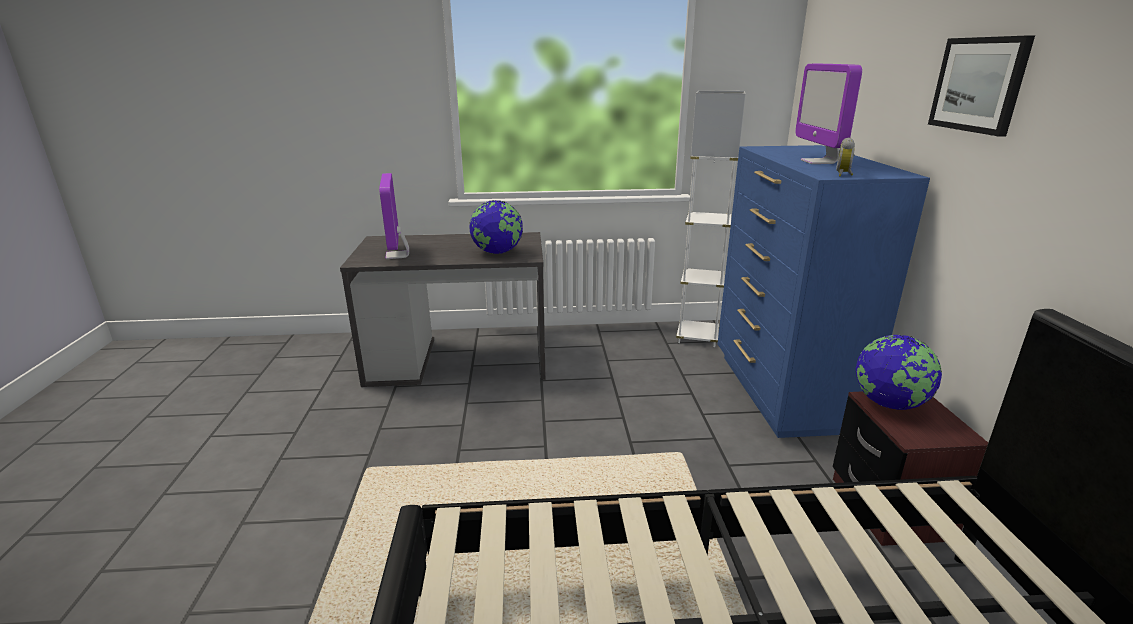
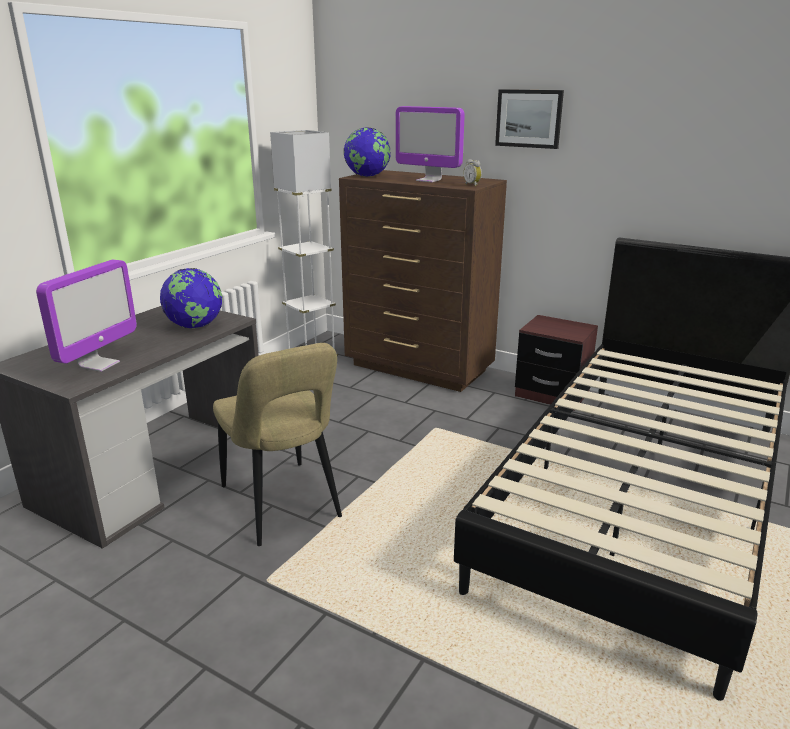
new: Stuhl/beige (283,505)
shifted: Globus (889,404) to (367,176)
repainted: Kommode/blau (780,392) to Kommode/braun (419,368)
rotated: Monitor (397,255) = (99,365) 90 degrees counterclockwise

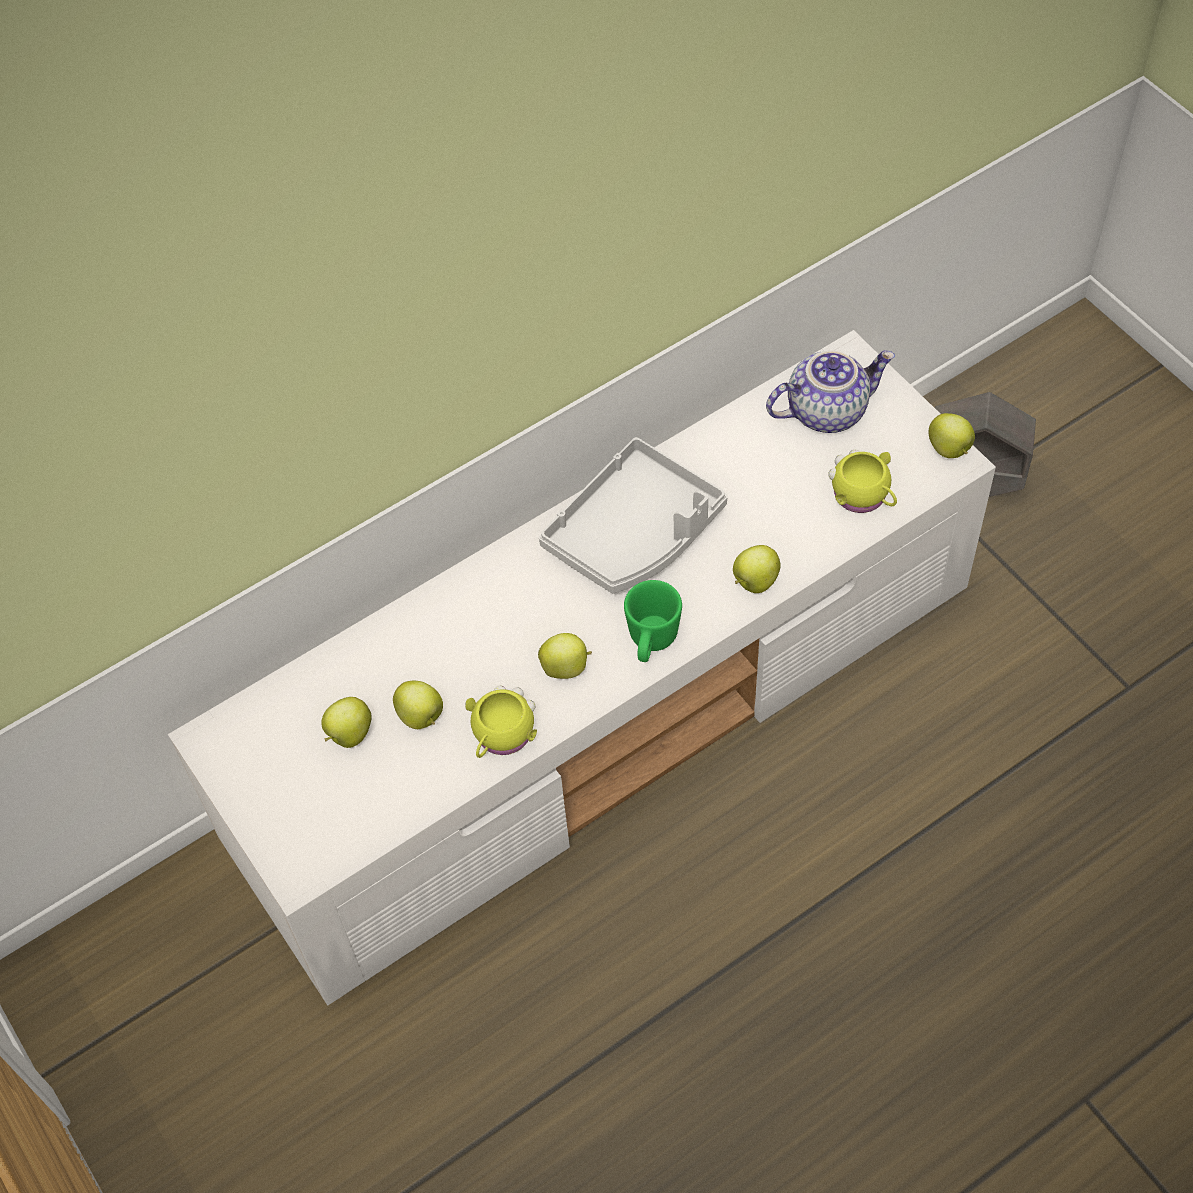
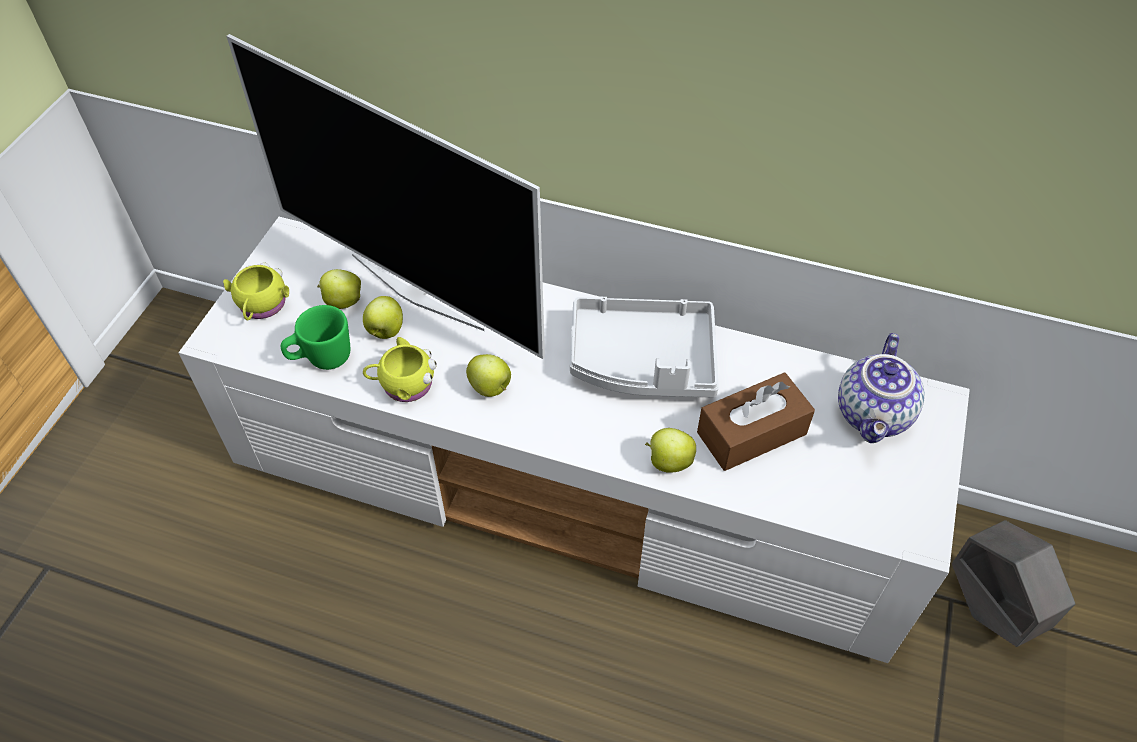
gone: Apfel (950,450)
new: Fernseher (418,290); Taschentuchbox/braun (751,433)
shifted: Henkelbecher/gelb (863,496) to (261,307); Henkelbecher/grün (651,642) to (321,359)
rotated: Teekanne (826,409) = (875,415) 75 degrees clockwise

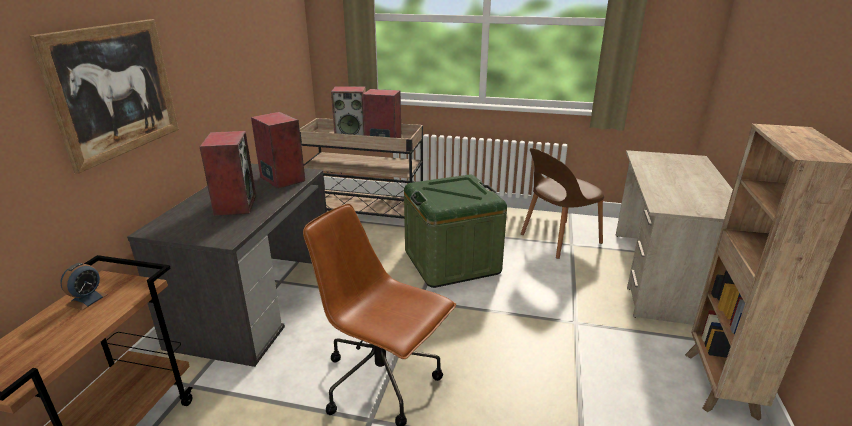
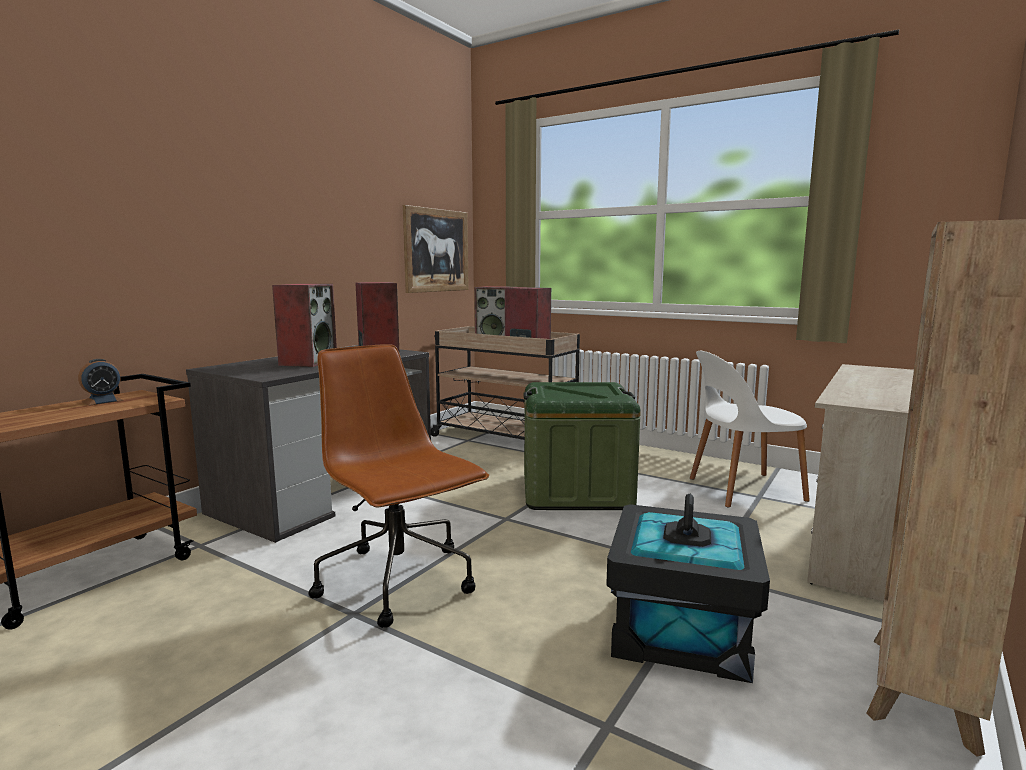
new: Aufbewahrungsbox/schwarz (682,631)
shifted: Bild (114,90) to (436,250)
repainted: Stuhl/braun (558,239) to Stuhl/weiß (742,489)

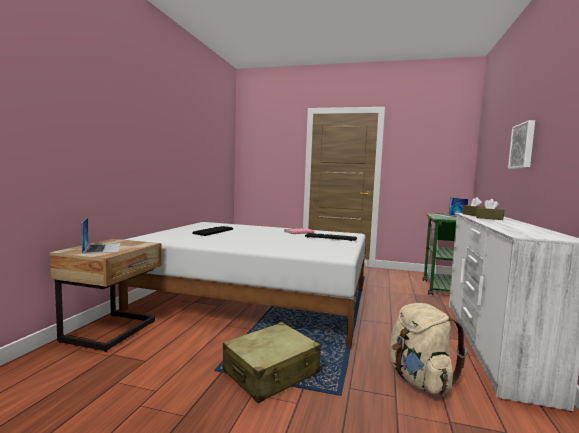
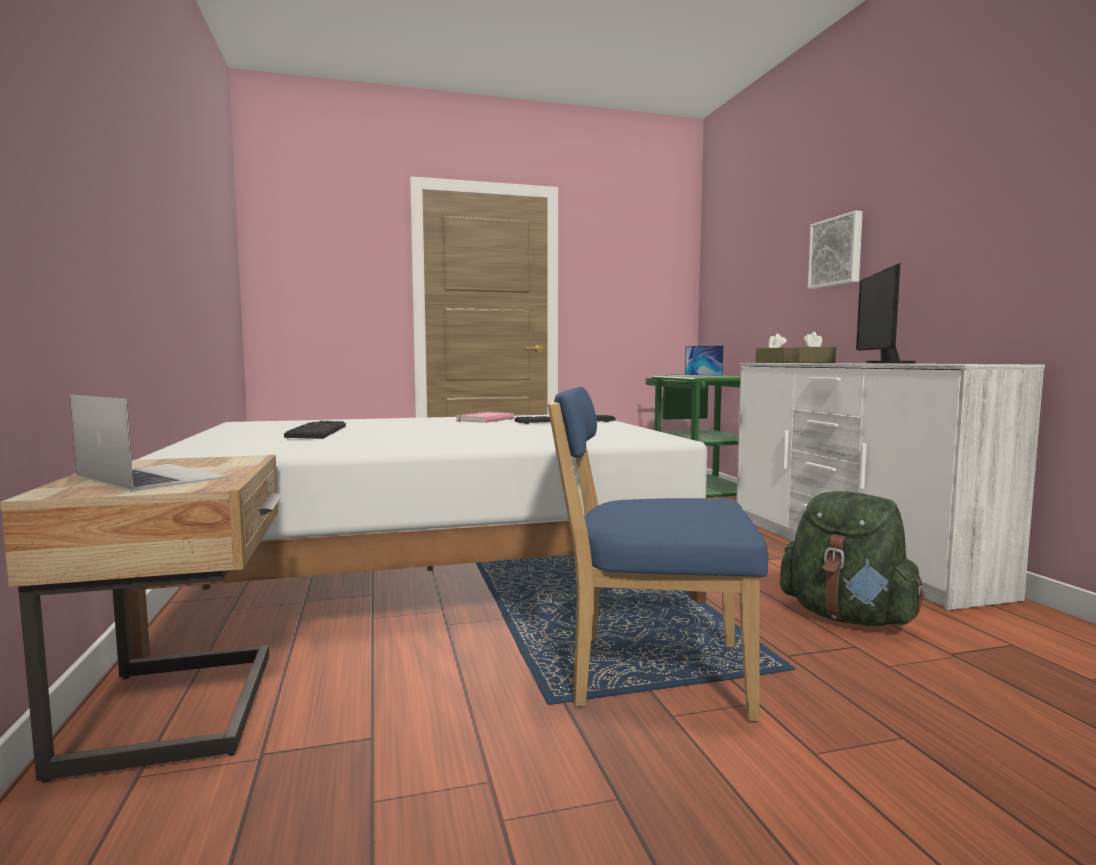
new: Monitor (884,363)
swapped: Koffer/beige (271,372) to Stuhl/blau (649,673)
repainted: Rucksack/beige (419,380) to Rucksack/grün (847,617)

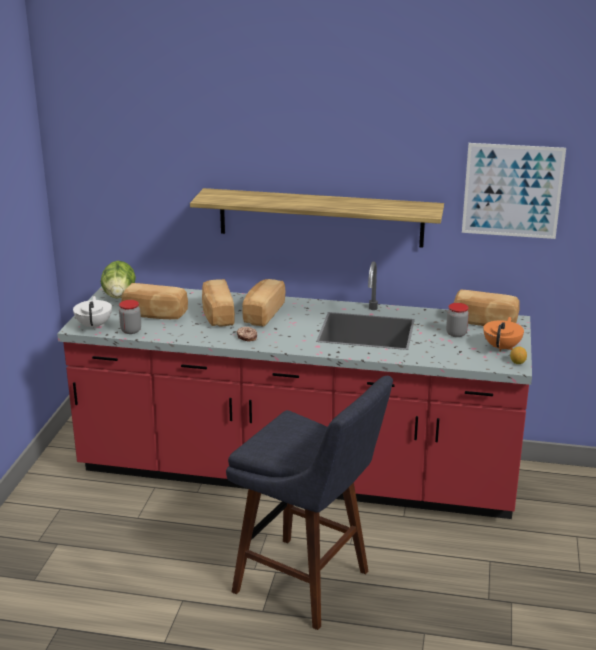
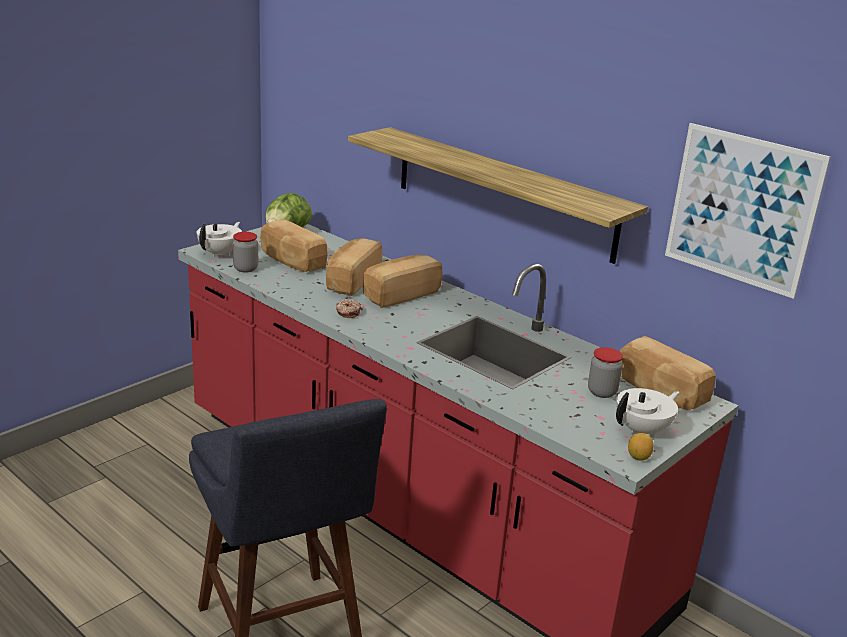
repainted: Teekanne/orange (502,347) to Teekanne/weiß (643,430)

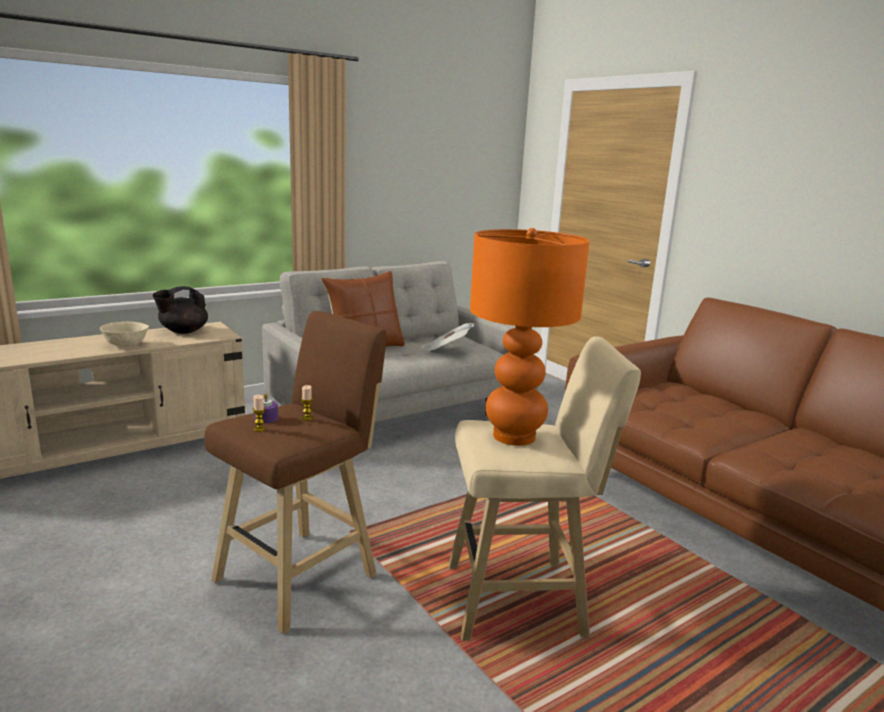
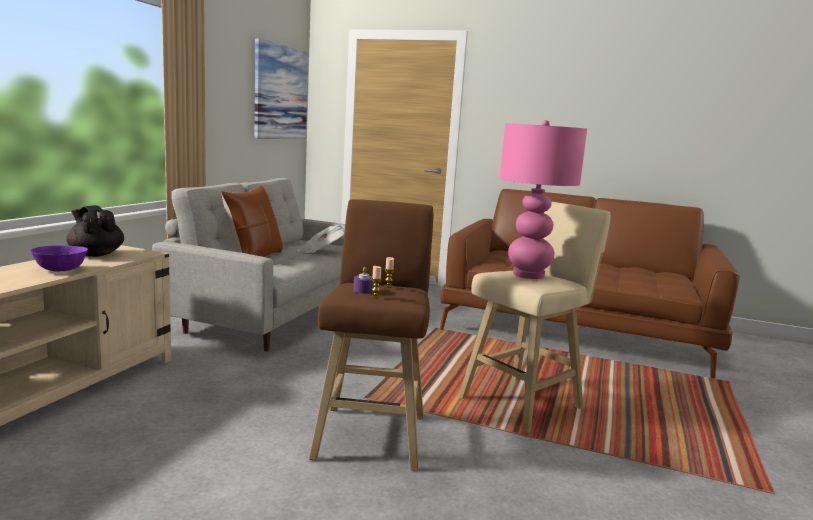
new: Bild (280,92)
repainted: Tischlampe/orange (514,436) to Tischlampe/rosa (528,275); Schüssel/beige (126,345) to Schüssel/lila (61,270)
rotated: Teekanne/schwarz (183,331) = (96,254) 120 degrees clockwise

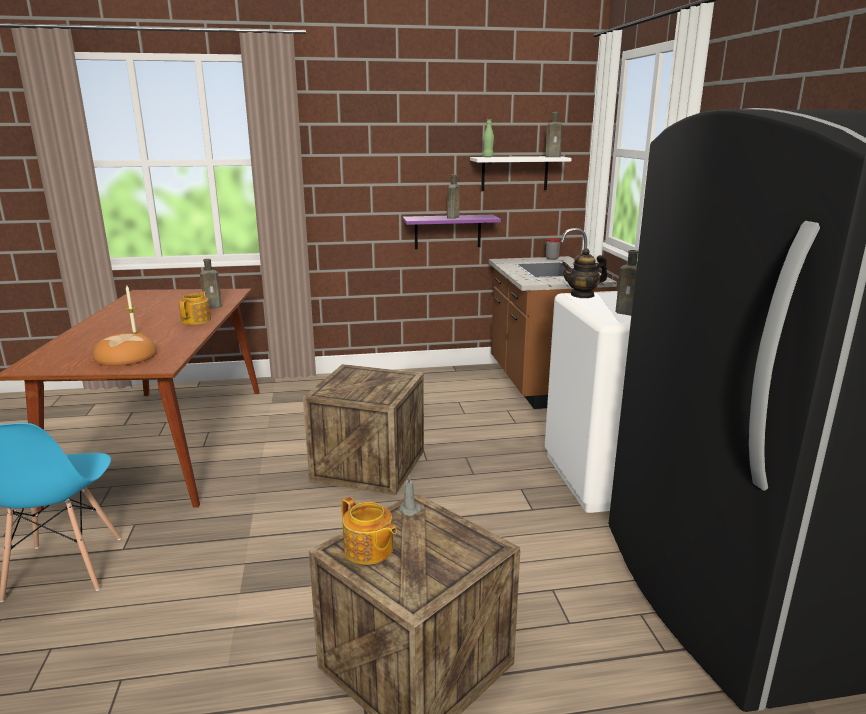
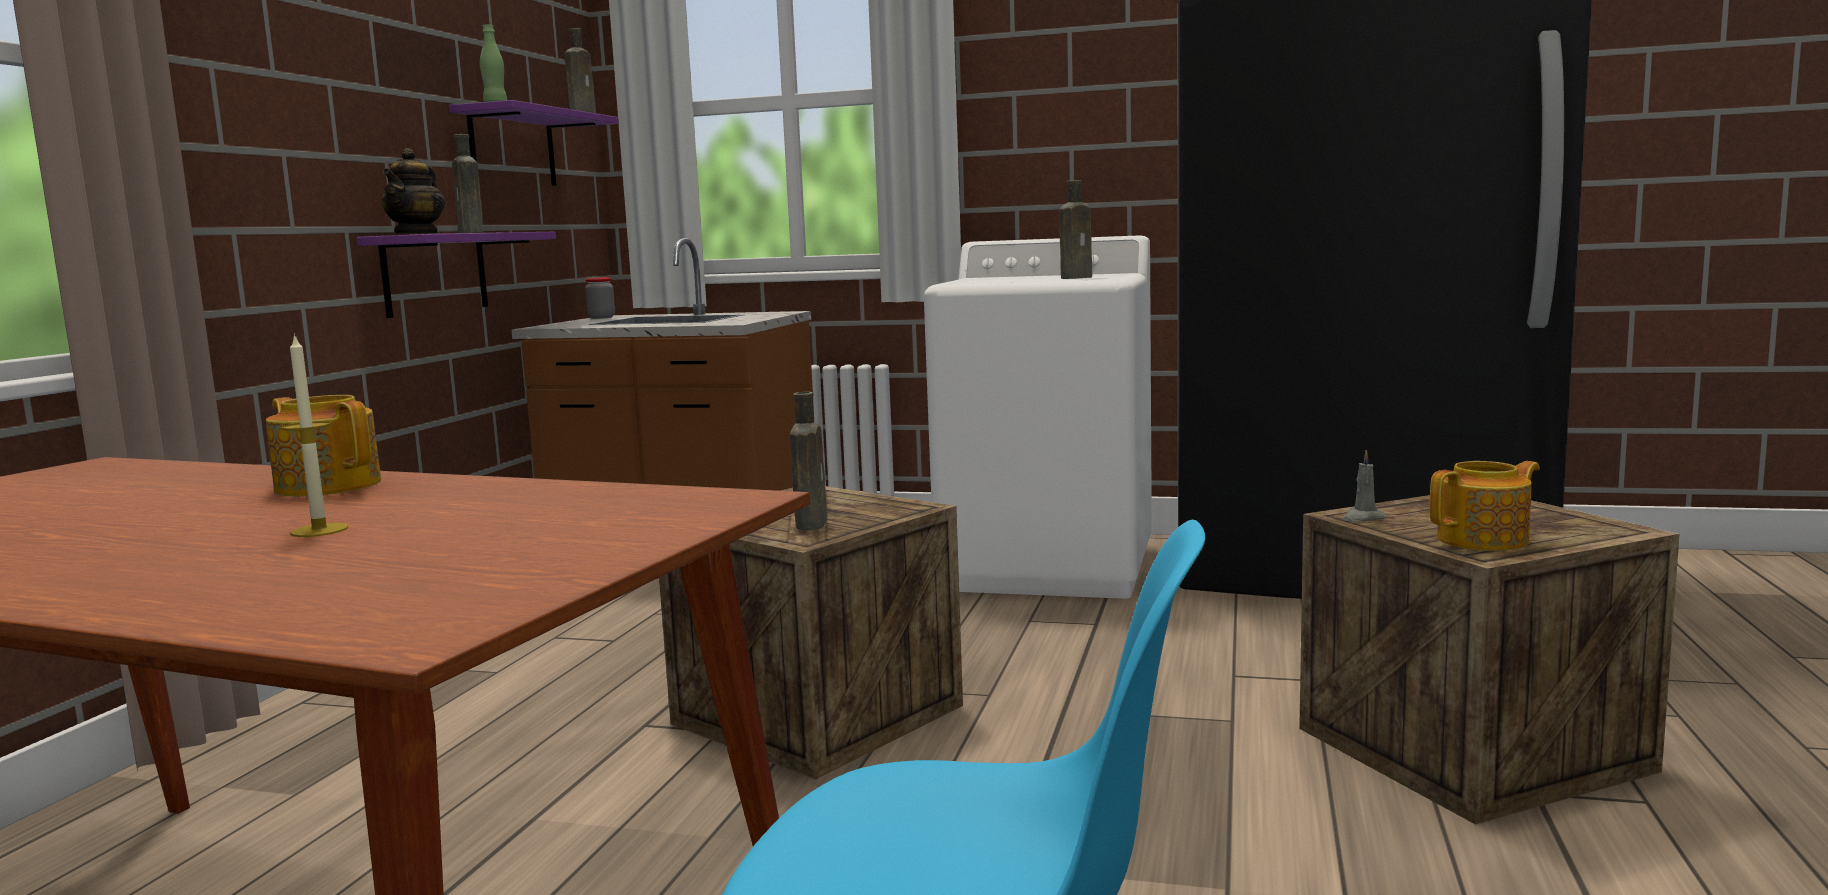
gone: Brot (126,356)
shifted: Teekanne (582,295) to (417,234); Flasche/braun (214,306) to (811,523)
repainted: Wandregal/weiß (514,173) to Wandregal/lila (512,148)

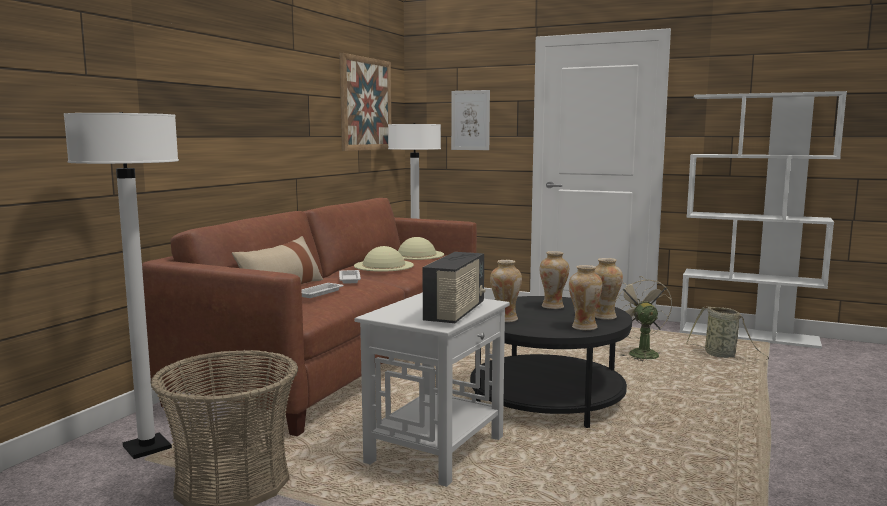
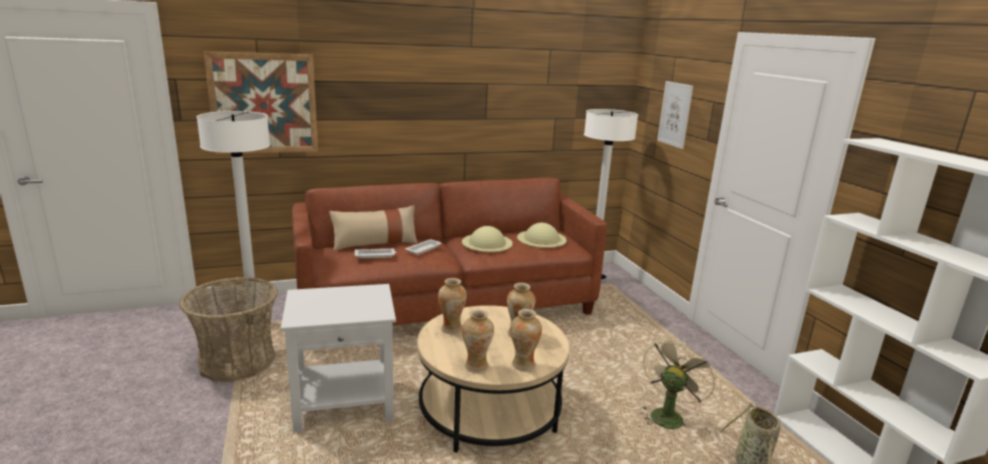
gone: Radio (456,313)
shifted: Bild (365,104) to (264,103)
repainted: Couchtisch/schwarz (546,398) to Couchtisch/beige (489,410)

